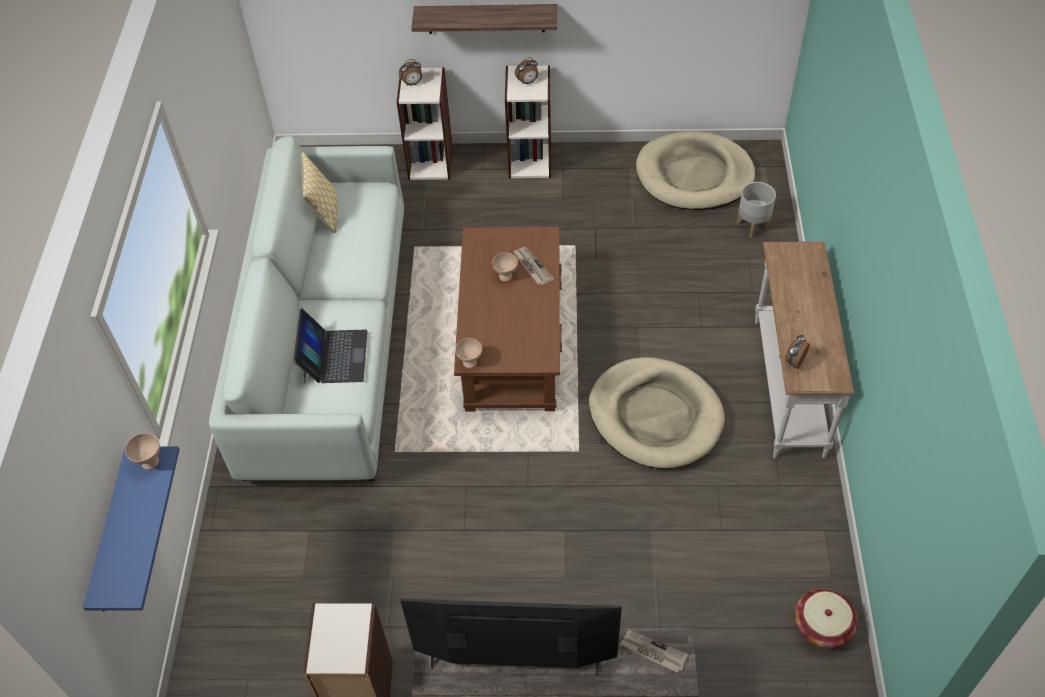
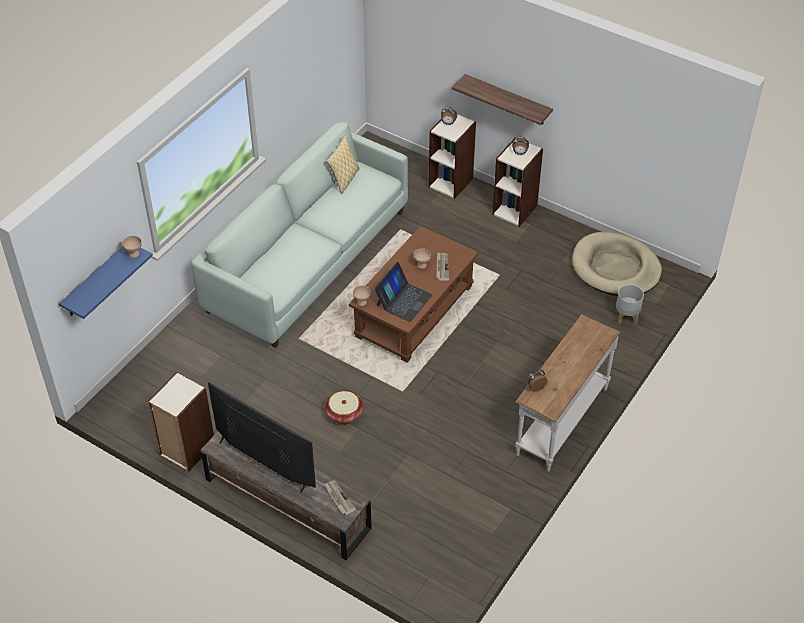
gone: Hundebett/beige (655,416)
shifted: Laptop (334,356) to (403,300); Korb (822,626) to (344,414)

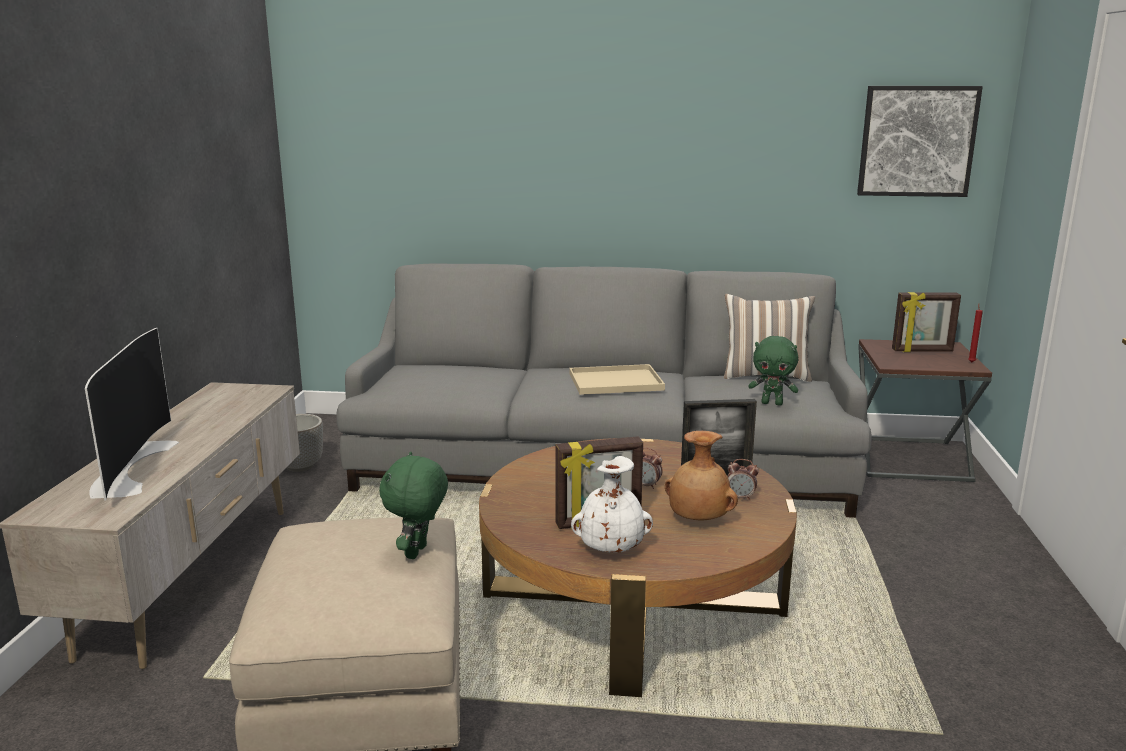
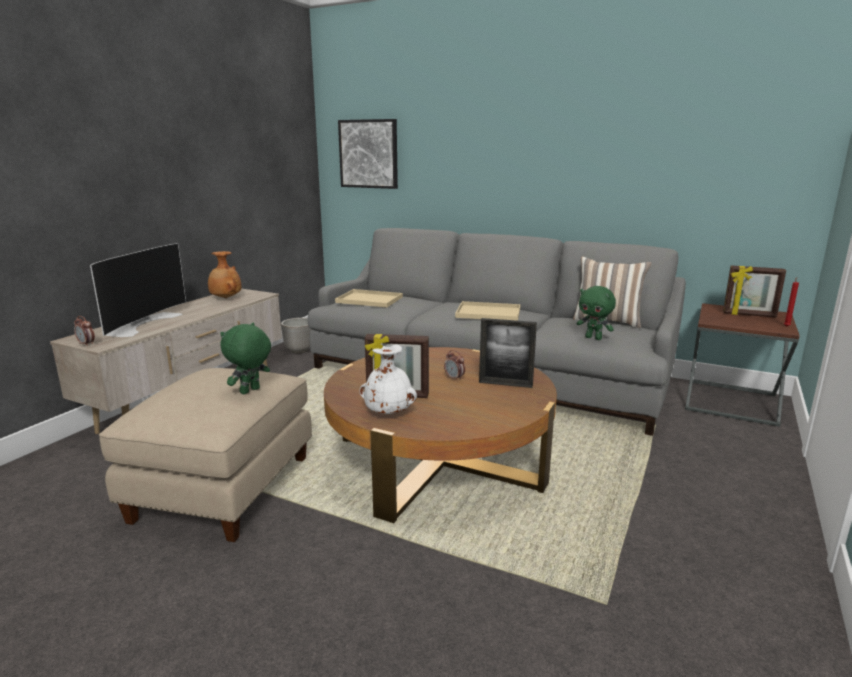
new: Tablett/beige (368,300)
shifted: Bild (917,141) to (369,154); Vase/braun (698,519) to (225,298); Wecker (740,498) to (86,344)

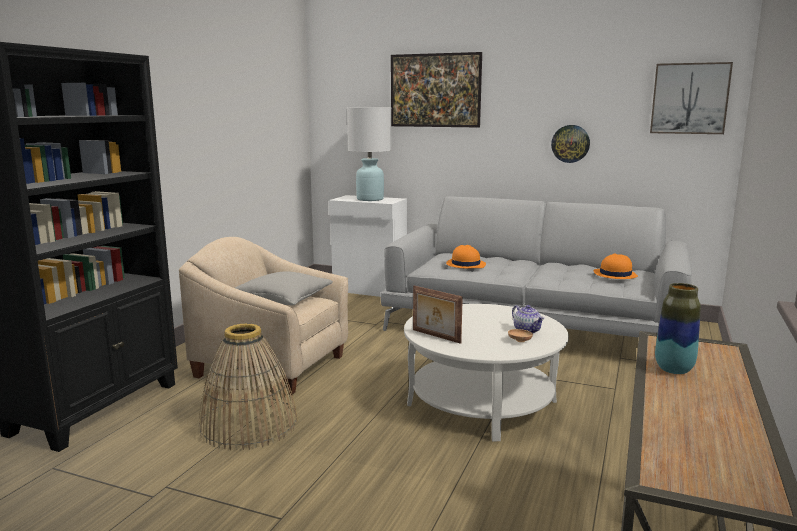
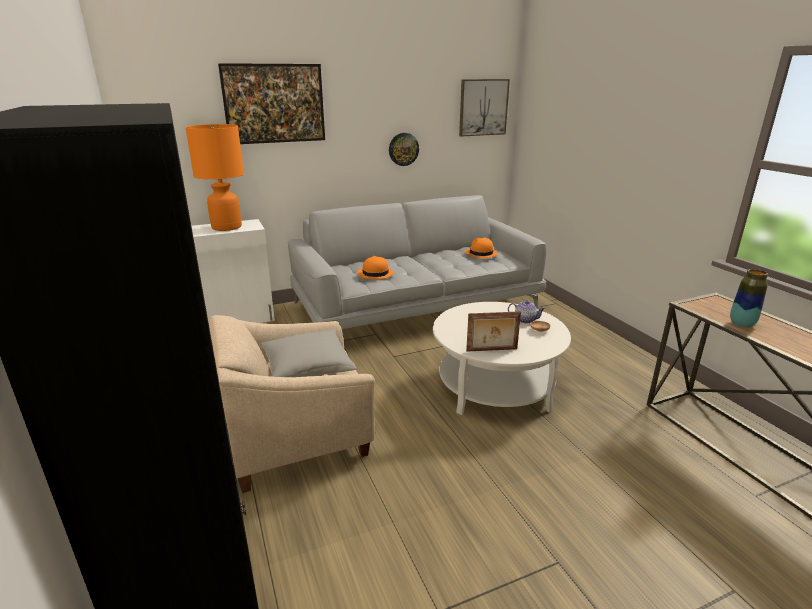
gone: Korb (249,425)
repainted: Tischlampe/weiß (370,199) to Tischlampe/orange (226,227)

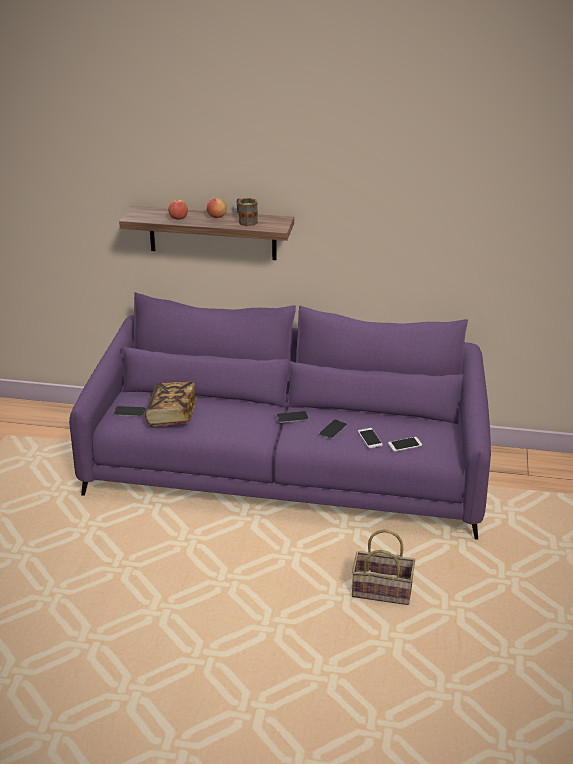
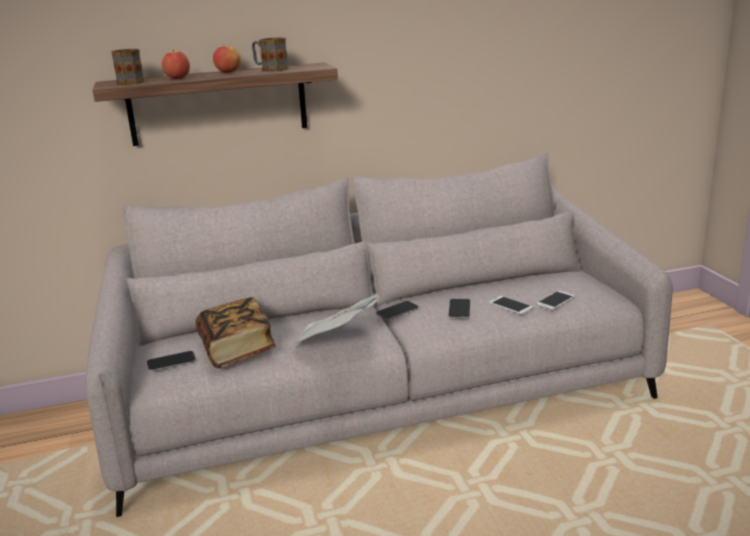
gone: Korb (383,590)
new: Henkelbecher (127,82); Zeitung (336,341)
repainted: Sofa/lila (287,472) to Sofa/grau (381,399)

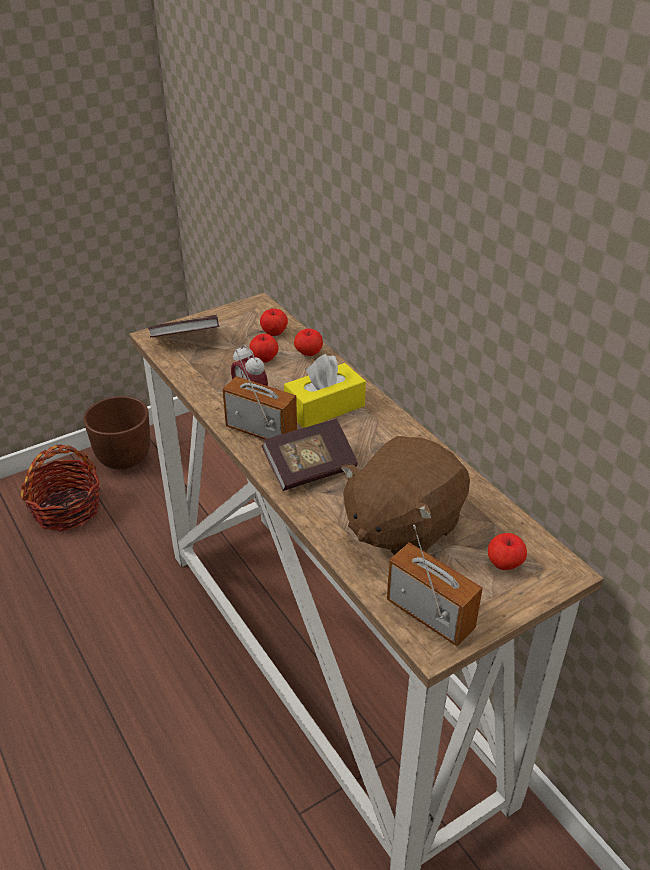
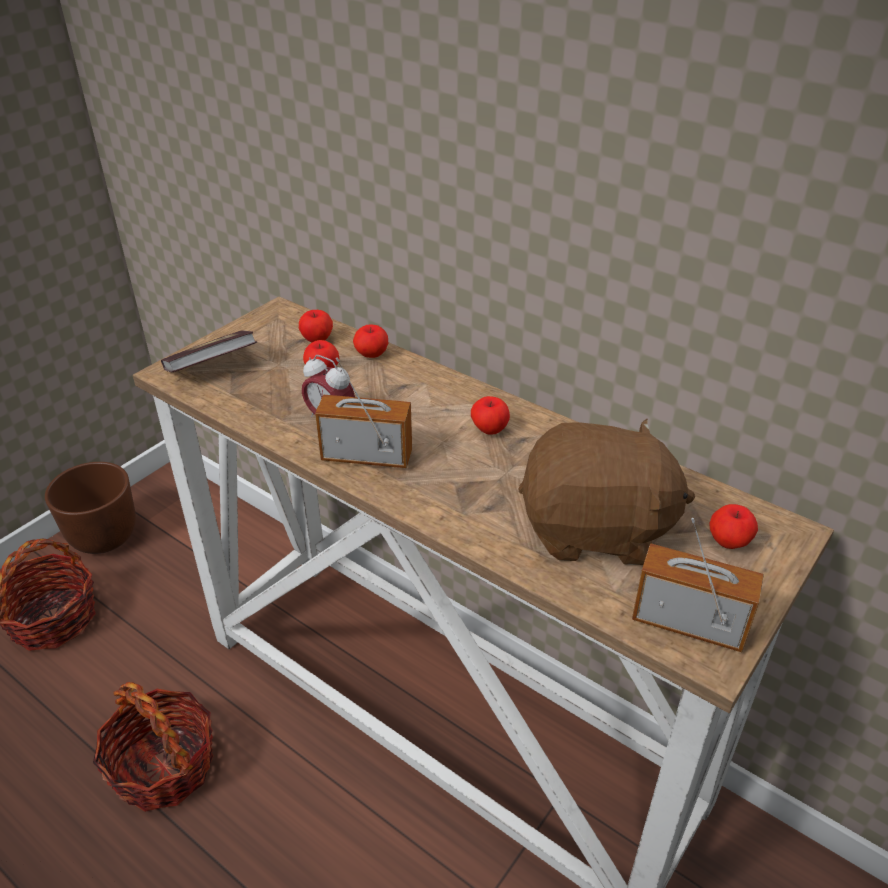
gone: Taschentuchbox/gelb (324,408); Buch (310,469)
new: Apfel (489,430); Korb (164,766)
rotated: Plüschtier/braun (402,528) = (595,530) 105 degrees counterclockwise

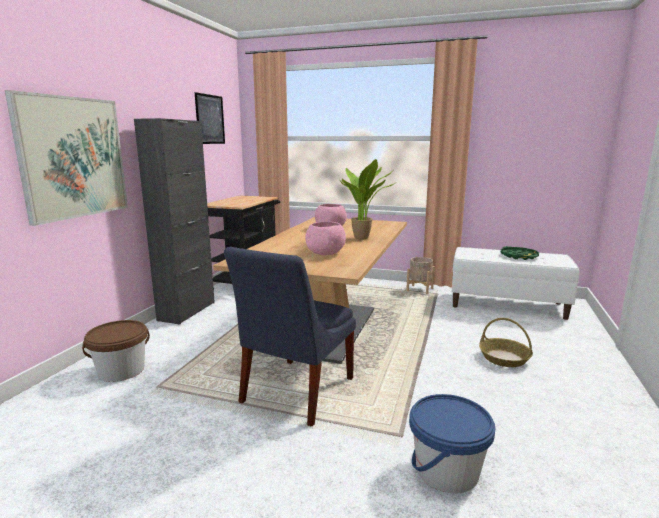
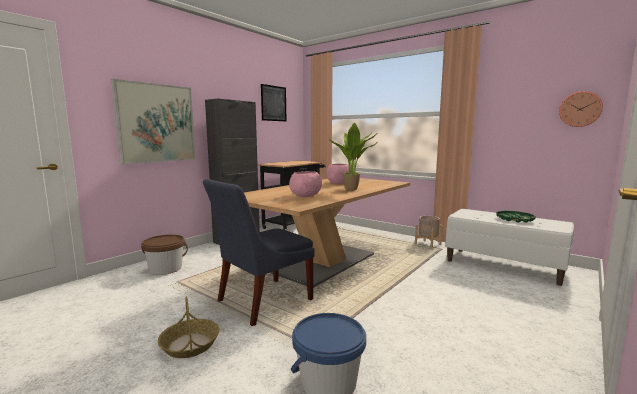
new: Wanduhr (580,109)
shifted: Korb (504,358) to (190,345)

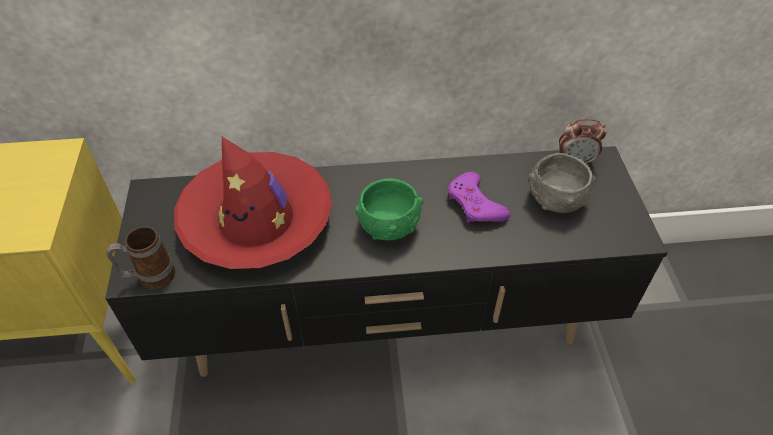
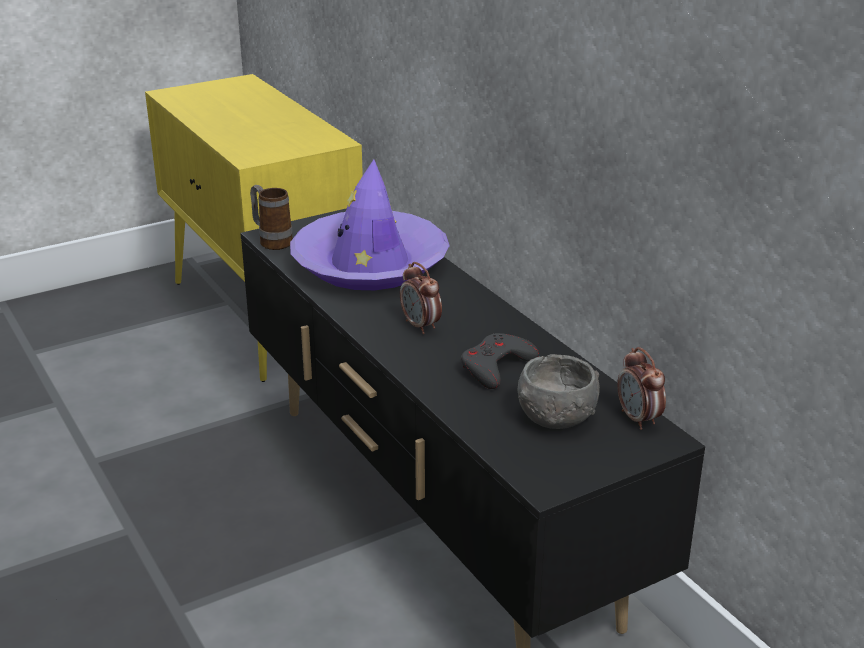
swapped: Schüssel/grün (388,225) to Wecker (421,326)
repainted: Hut/rot (257,220) to Hut/lila (370,264); Gamepad/lila (475,204) to Gamepad/grau (496,367)

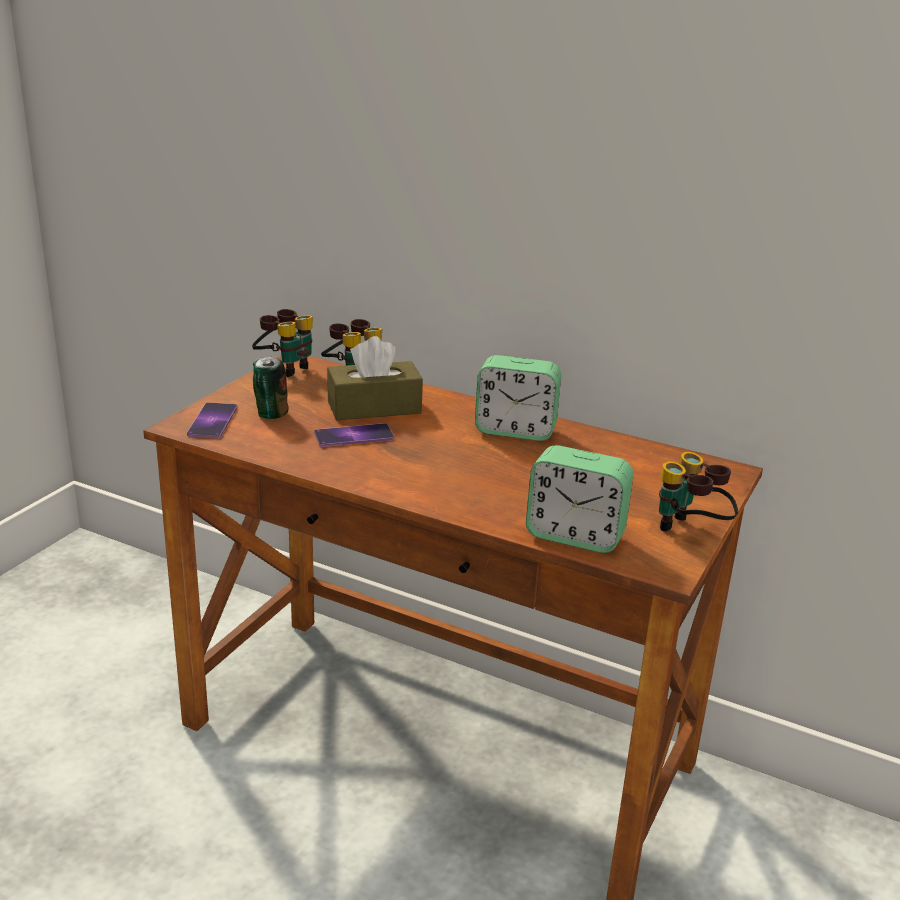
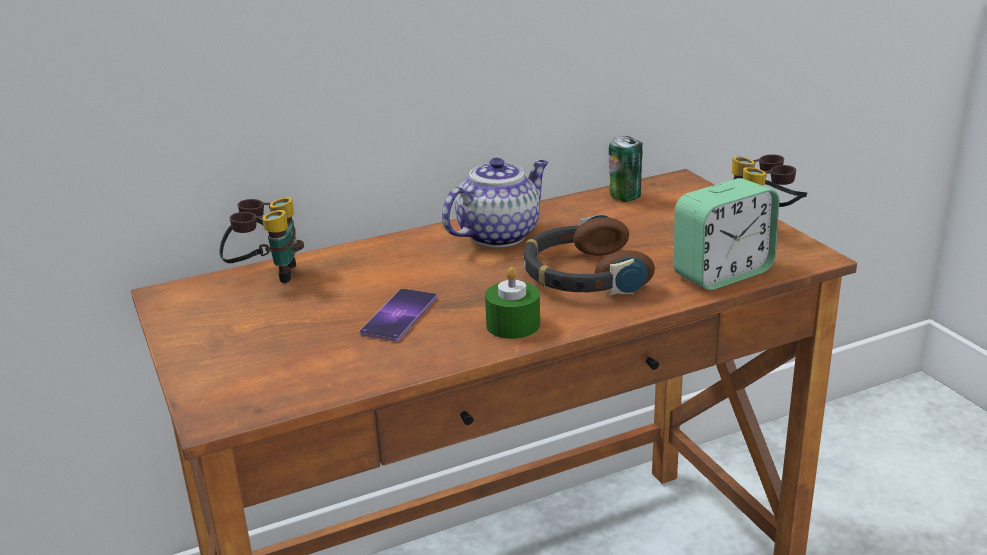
gone: Fernglas (285,368); Taschentuchbox/braun (374,407); Handy (212,421)
new: Kopfhörer (583,274); Kerze/grün (513,325)
shifted: Dose (270,414) to (624,197)
swapped: Wecker (515,430) to Teekanne (499,235)

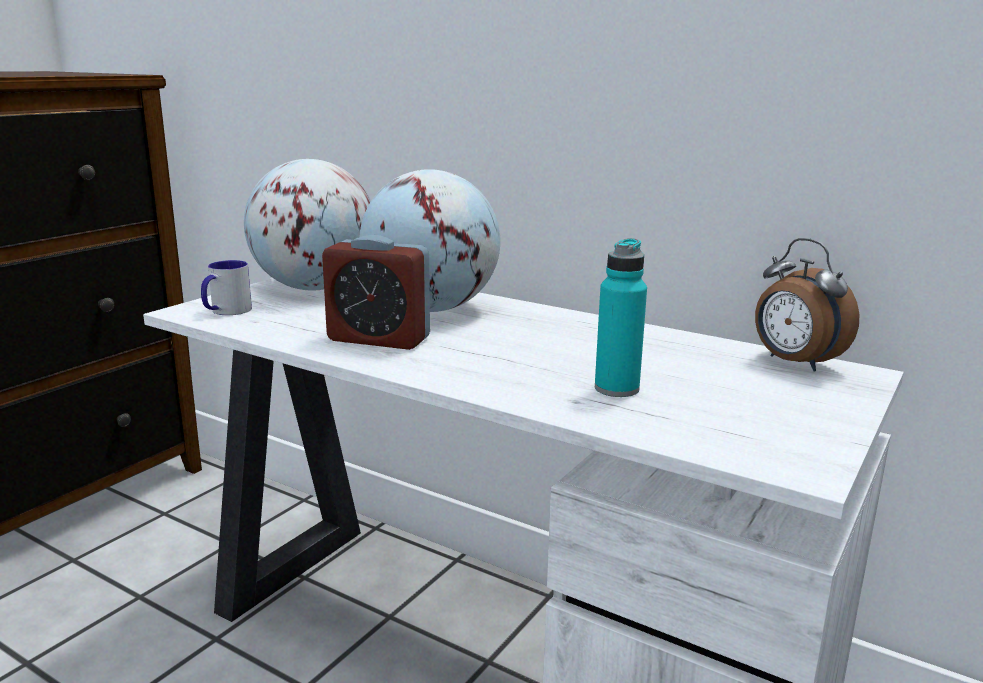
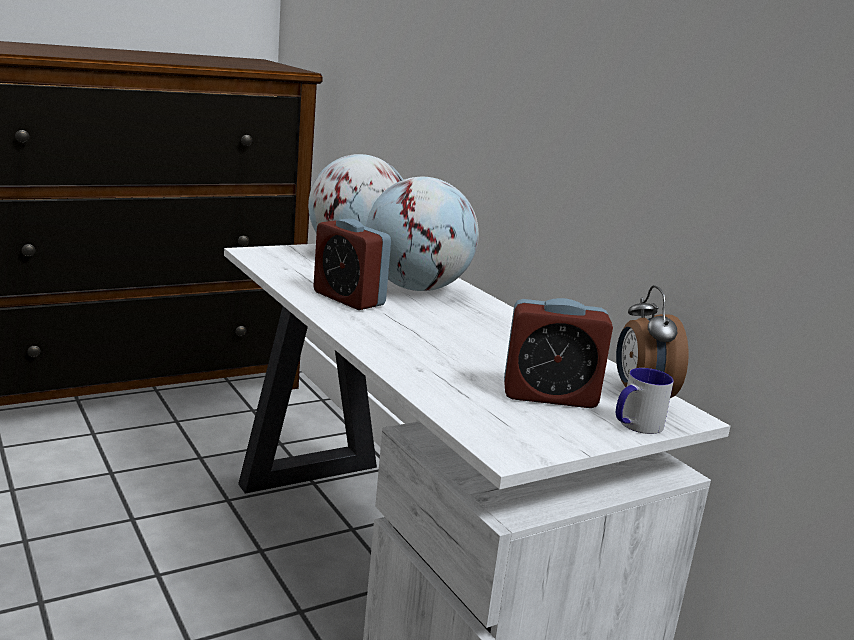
gone: Flasche/türkis (616,389)
new: Wecker (549,396)
shifted: Henkelbecher (226,311) to (635,426)

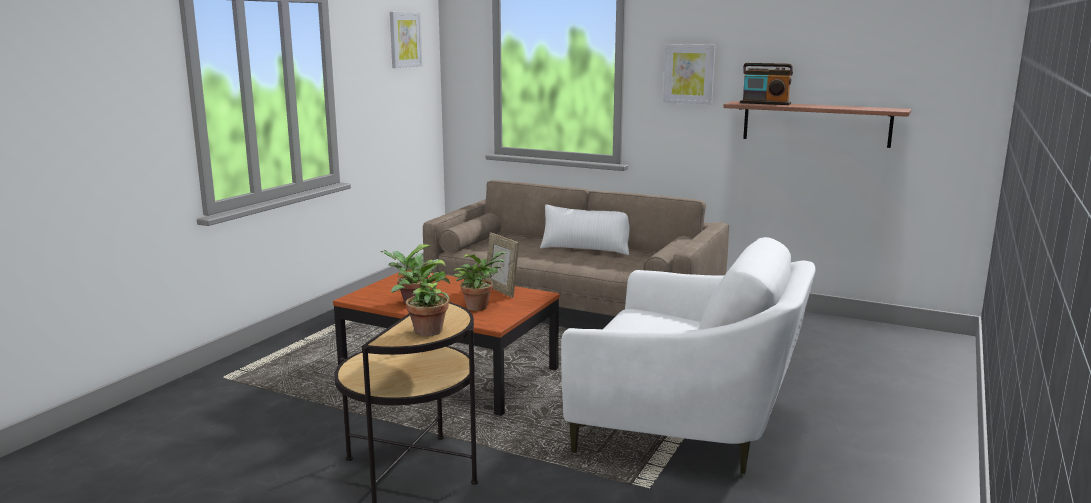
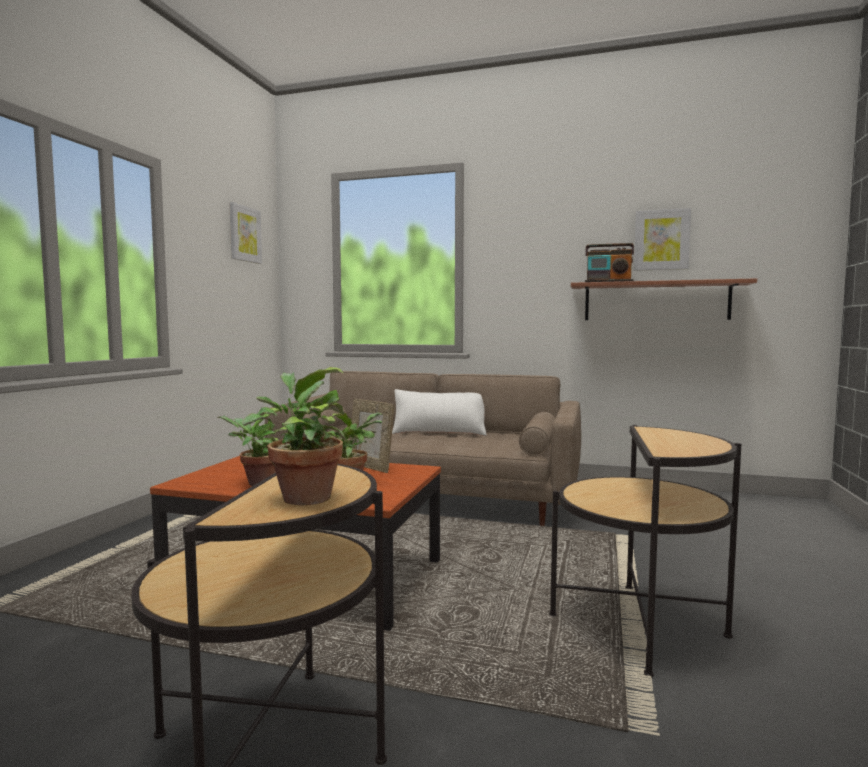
shifted: Bild (689,73) to (661,240)
swapped: Sessel/weiß (686,428) to Beistelltisch (637,625)

